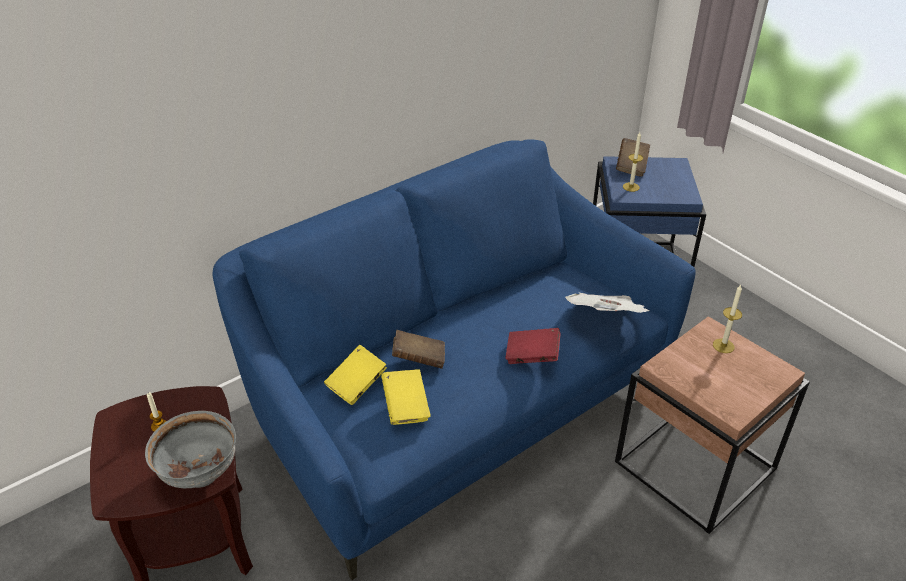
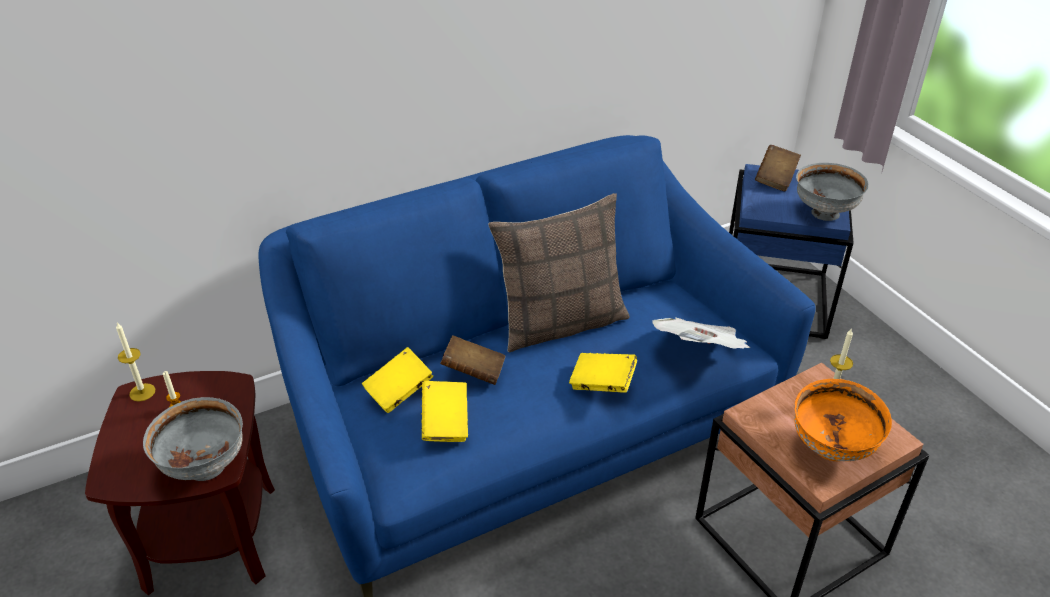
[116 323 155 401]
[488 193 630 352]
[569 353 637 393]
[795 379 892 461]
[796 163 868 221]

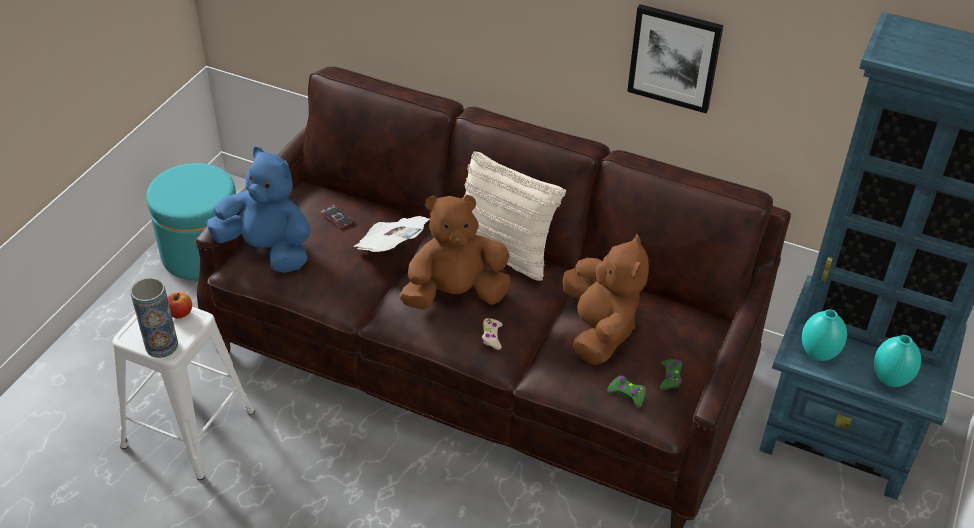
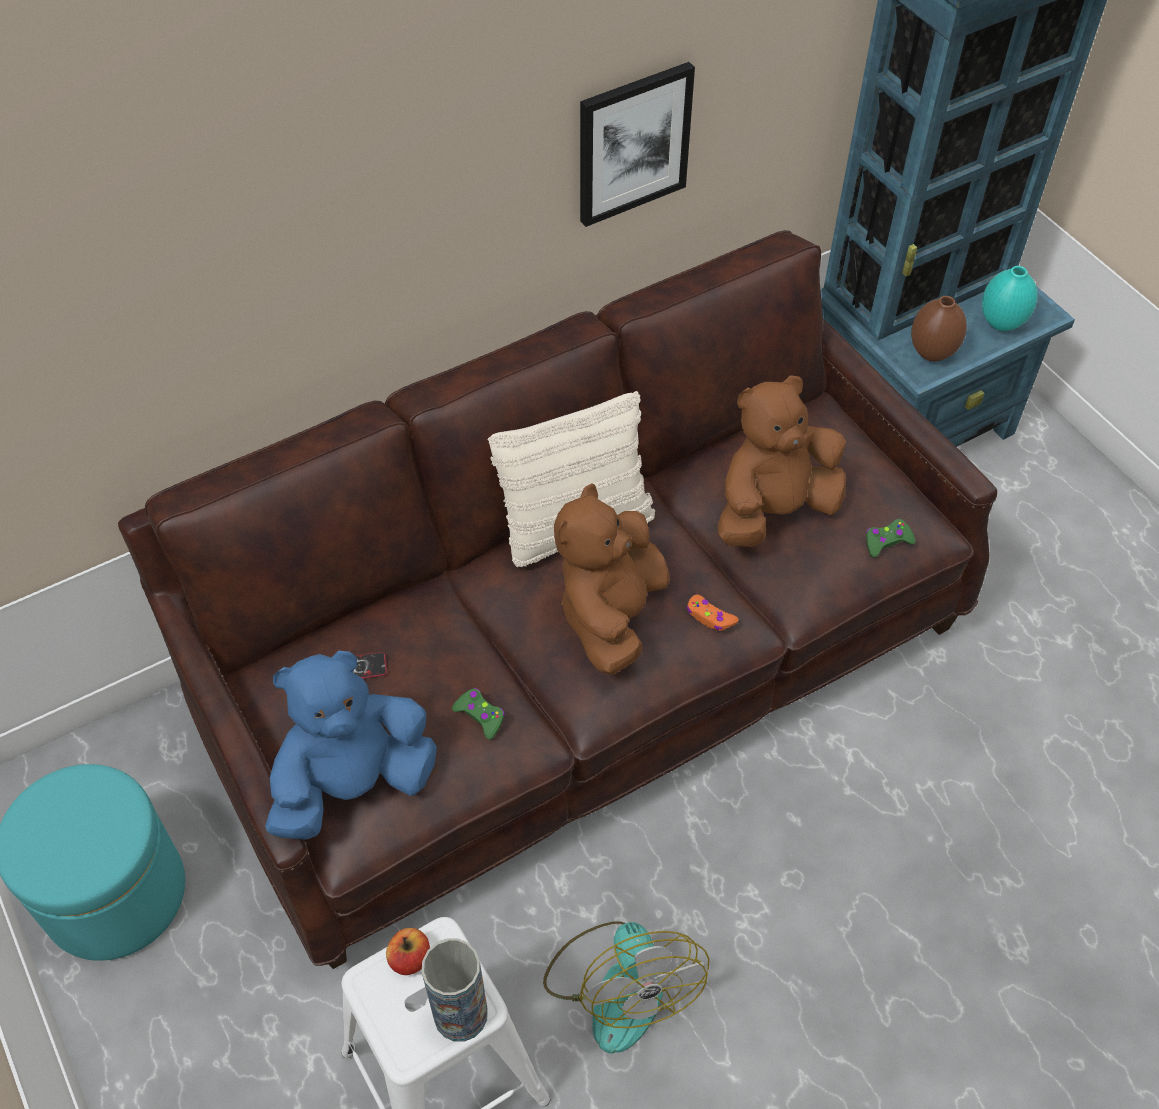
[452 688 505 740]
[543 921 710 1054]
[687 595 739 631]
[718 375 846 547]
[911 296 967 361]
[353 216 430 252] (first image)

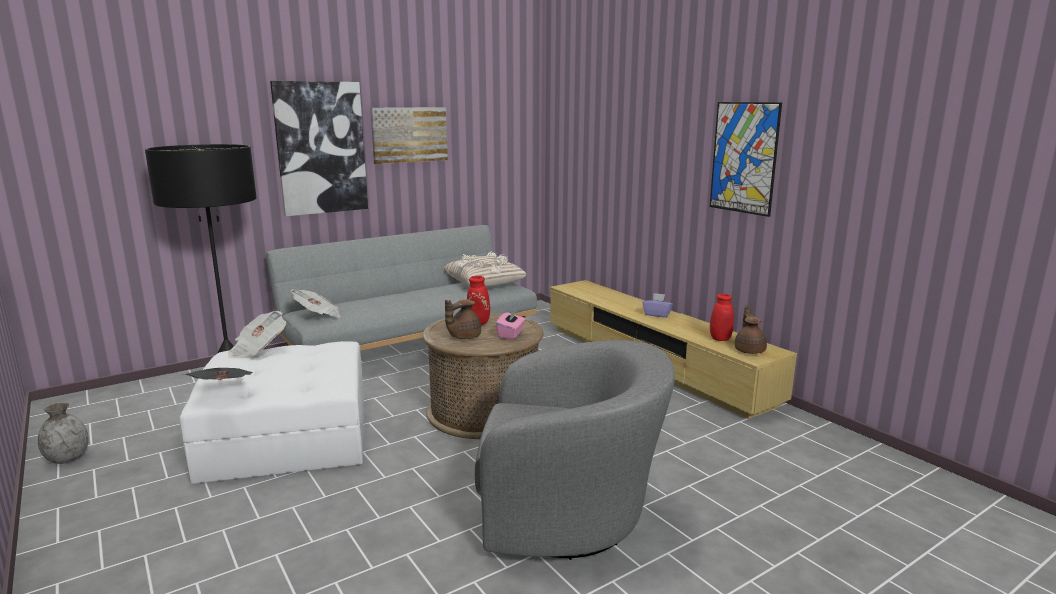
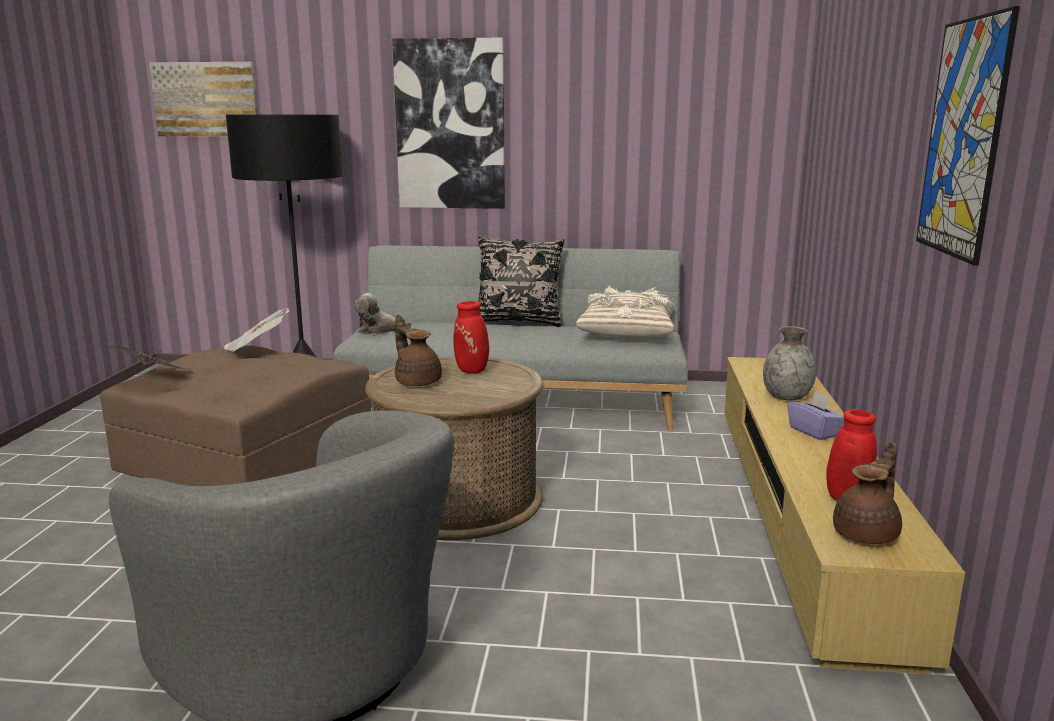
[100 346 371 486]
[149 62 259 137]
[354 293 412 334]
[395 315 442 386]
[478 236 565 327]
[763 326 816 400]
[496 309 525 340] (first image)

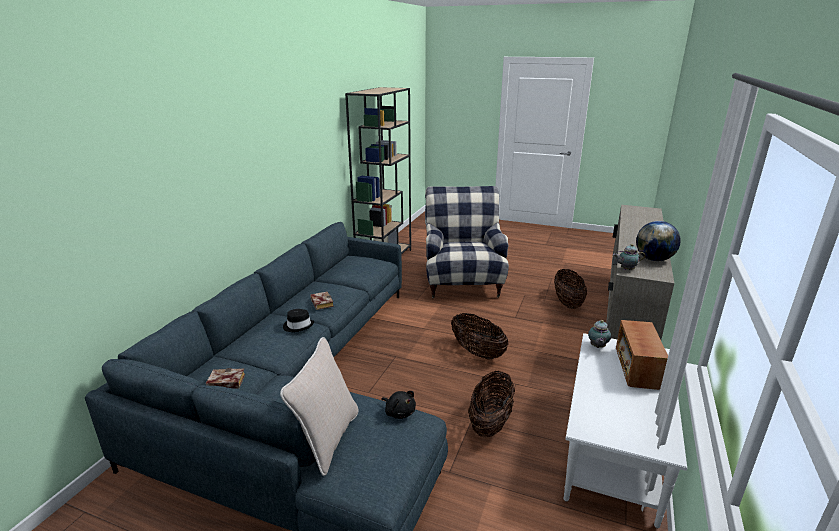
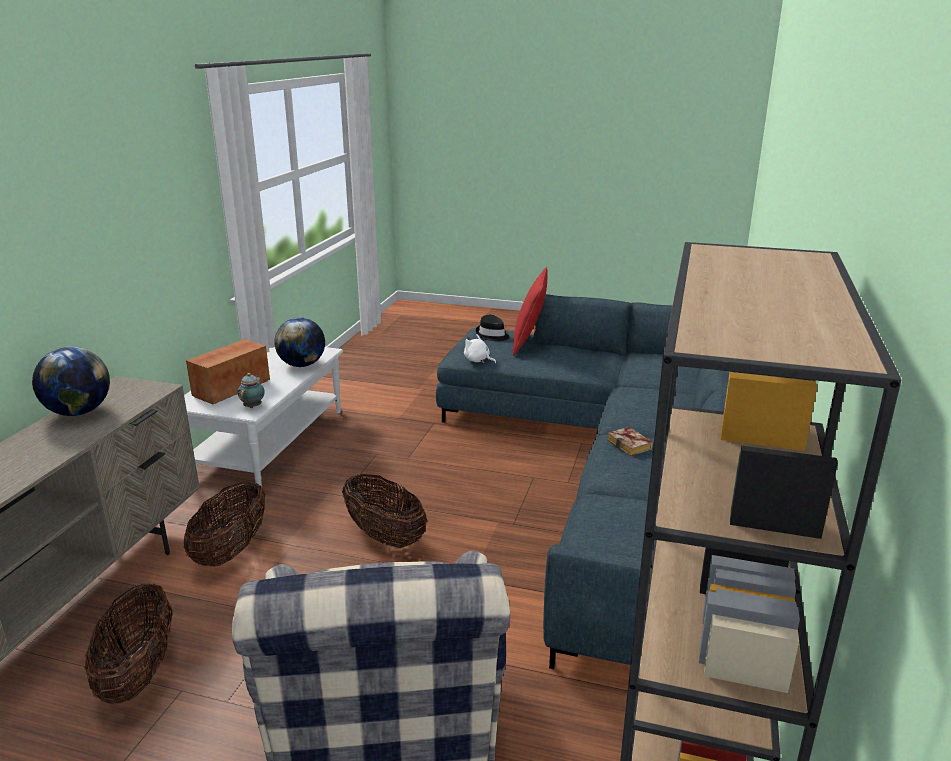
[184 481 265 567]
[186 339 270 404]
[275 317 325 367]
[464 334 496 364]
[476 315 509 341]
[513 267 547 356]
[206 368 245 389] (first image)
[613 244 646 270] (first image)

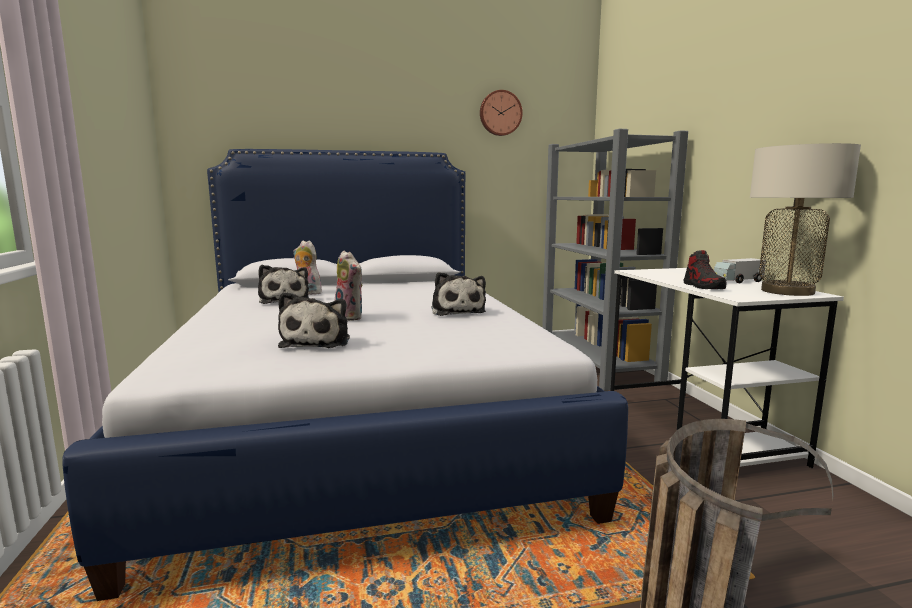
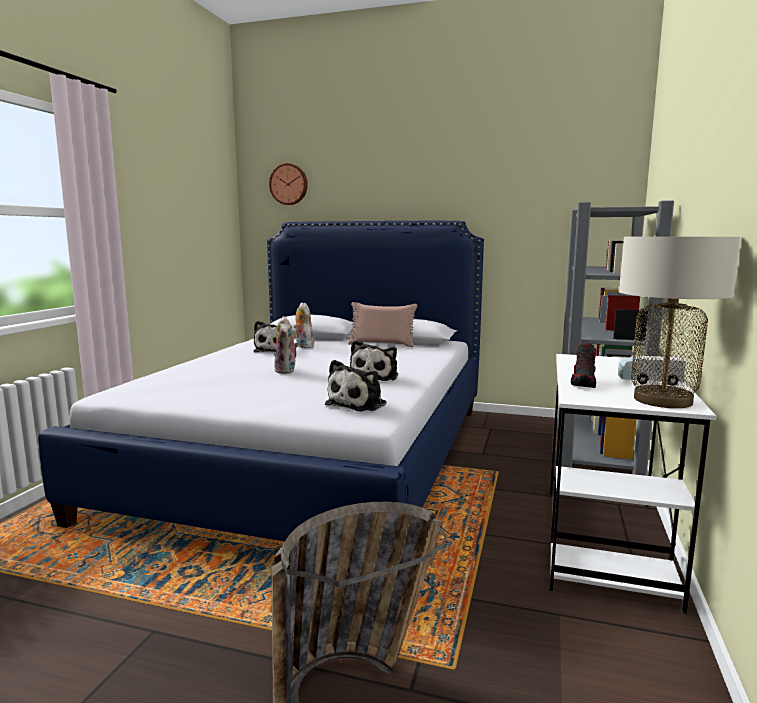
[269 163 308 205]
[325 360 387 411]
[348 302 417 348]

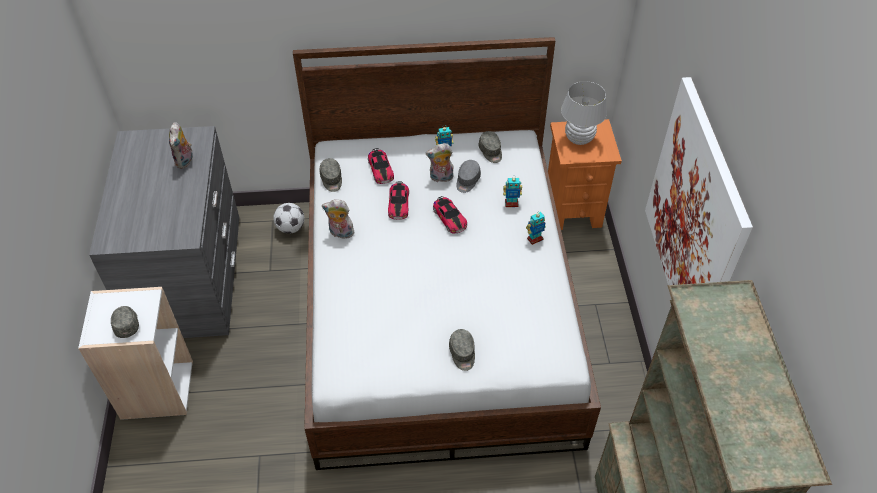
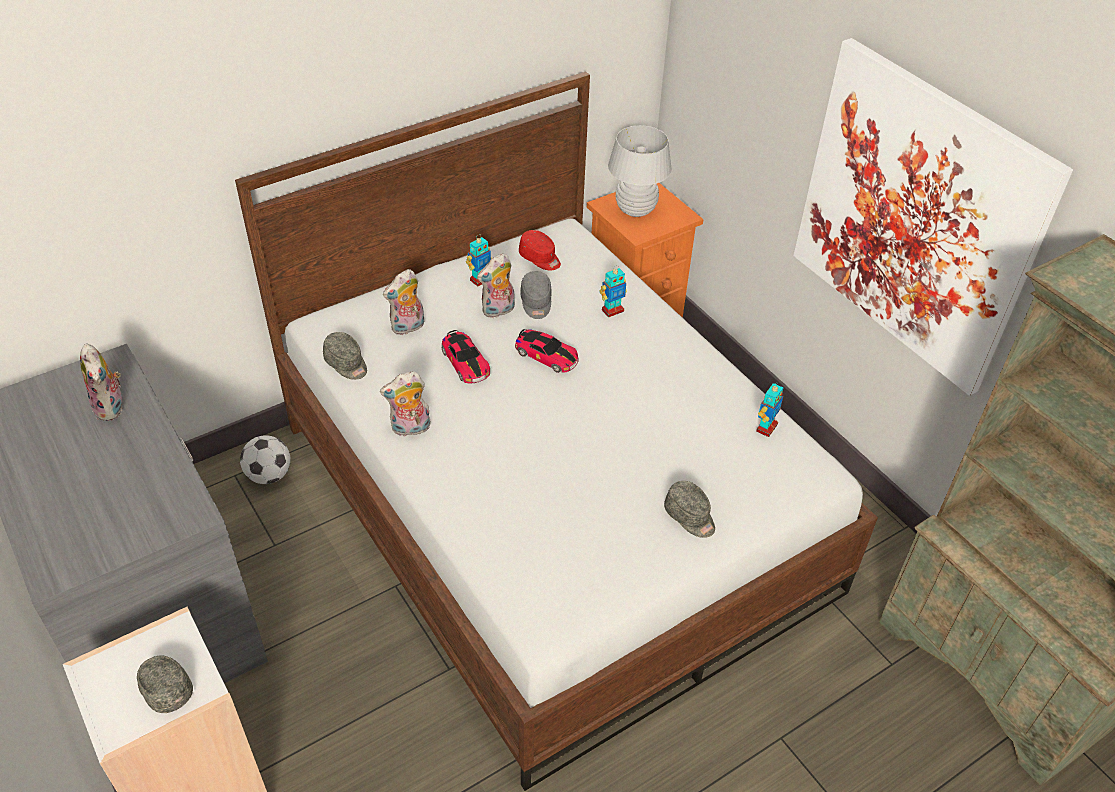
[383 269 424 335]
[519 230 561 271]
[756 382 783 437]

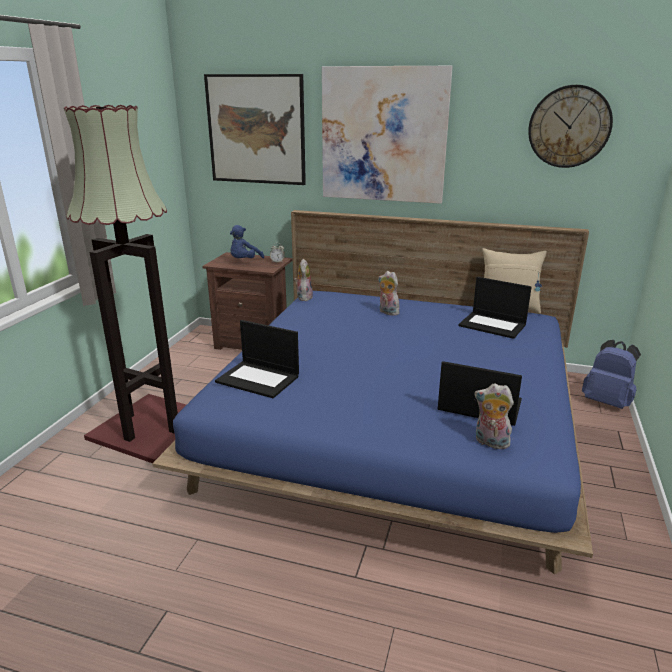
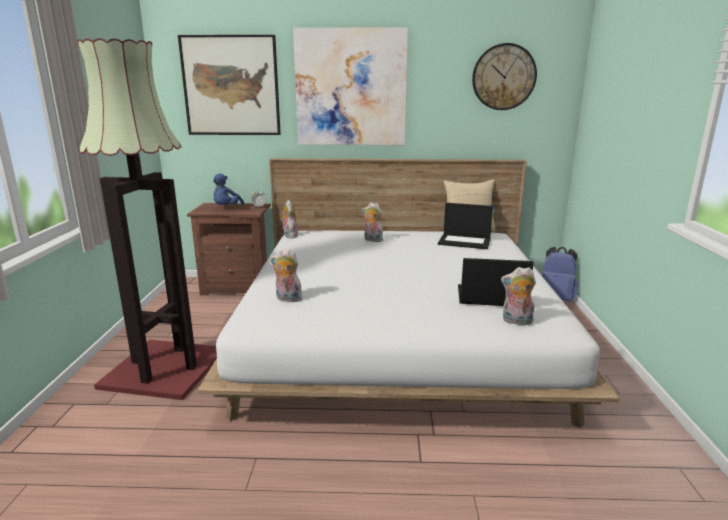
[197 158 620 428]
[270 249 303 302]

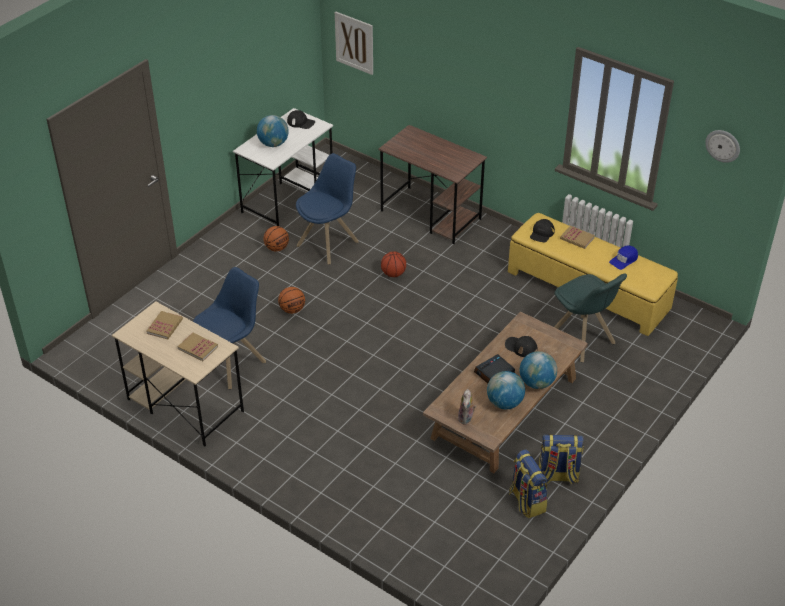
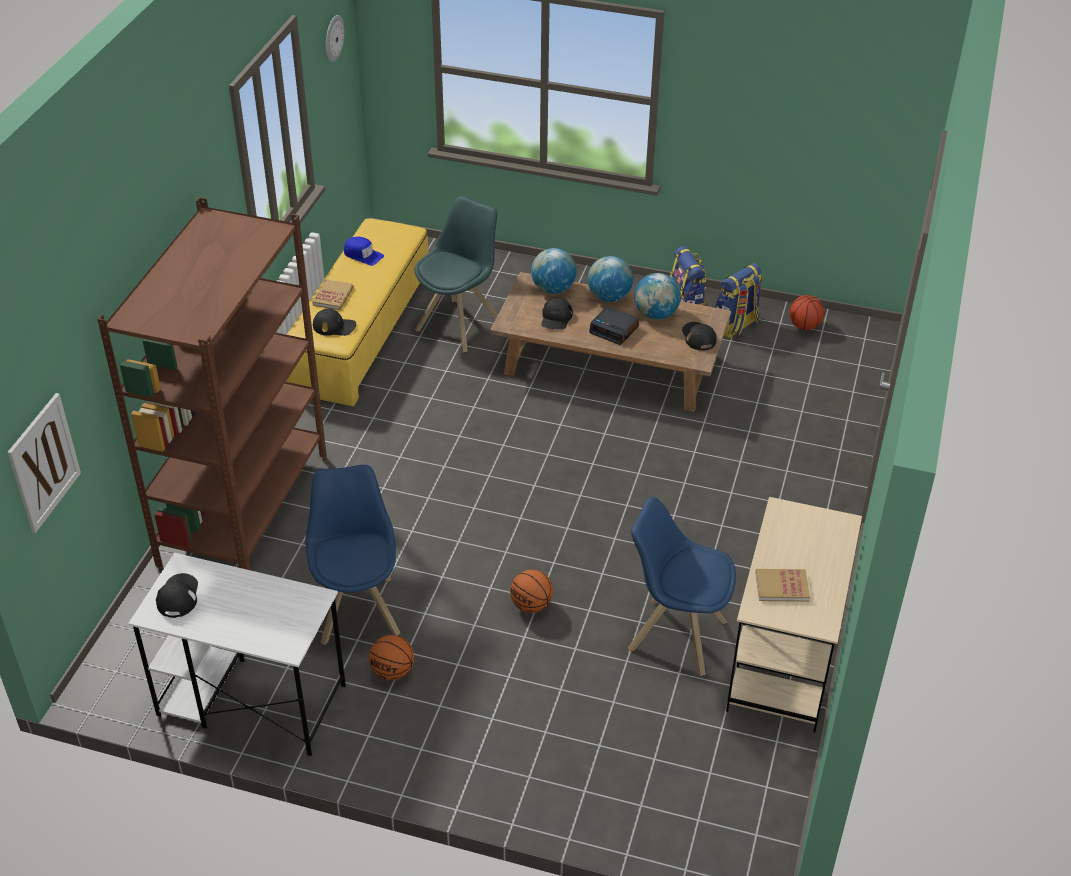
[97 197 327 570]
[306 465 401 645]
[531 248 577 294]
[682 322 717 351]
[789 295 825 330]
[177 332 218 361] (first image)

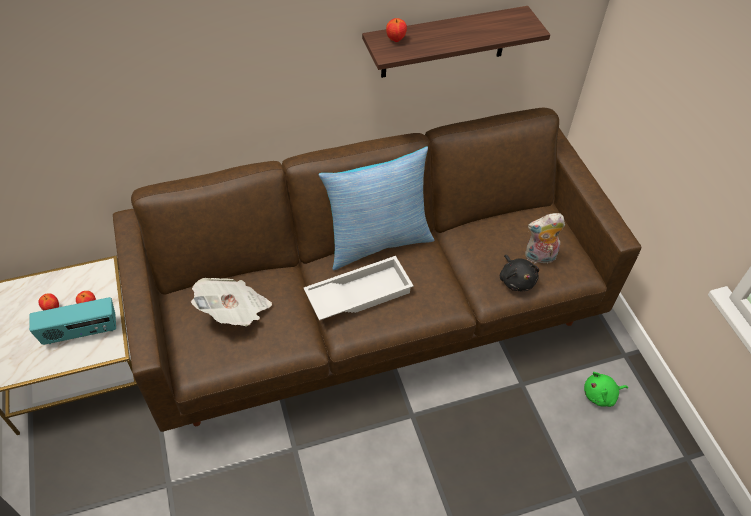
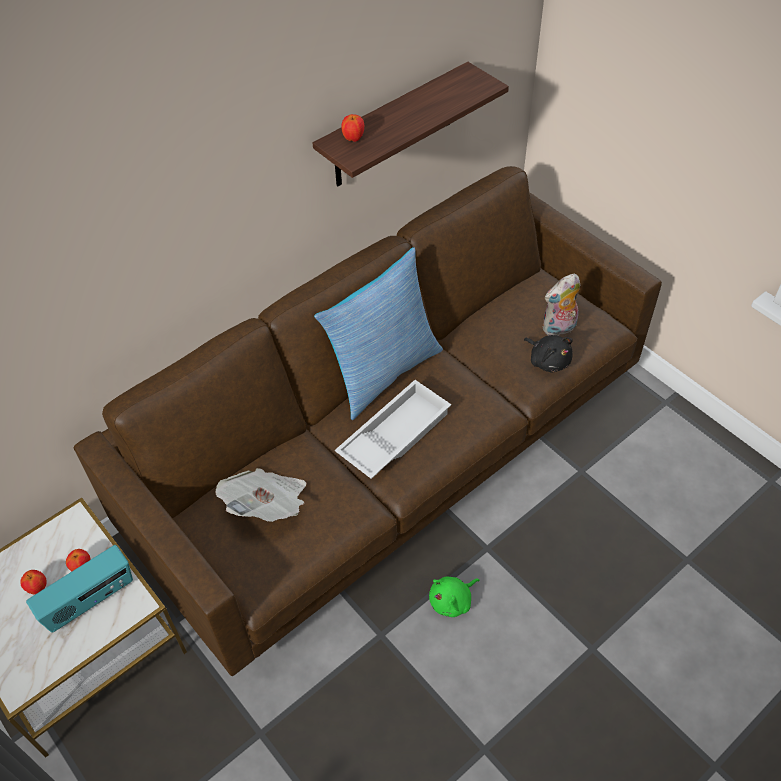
[429 577 480 617]

